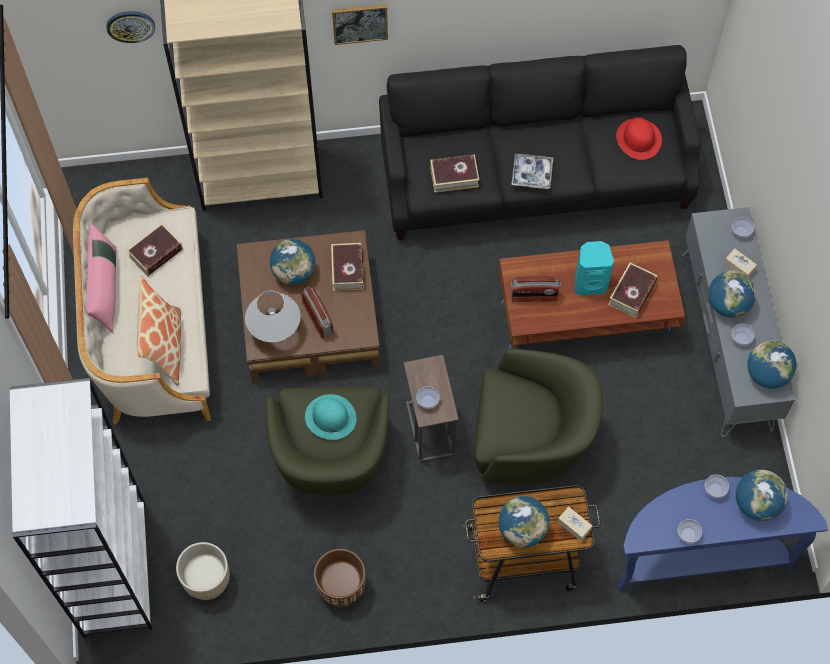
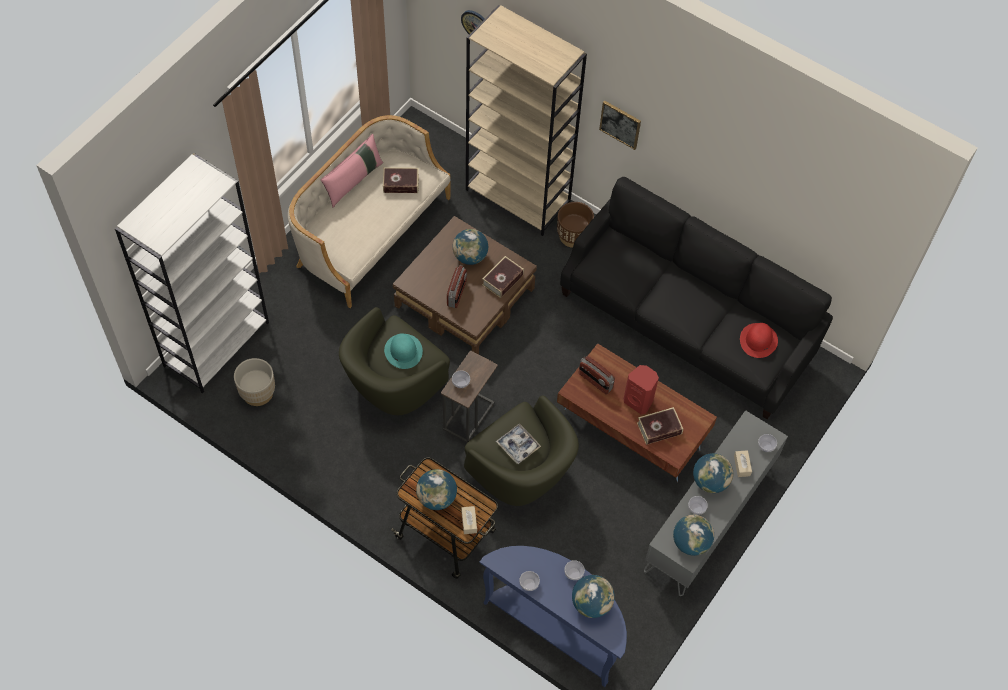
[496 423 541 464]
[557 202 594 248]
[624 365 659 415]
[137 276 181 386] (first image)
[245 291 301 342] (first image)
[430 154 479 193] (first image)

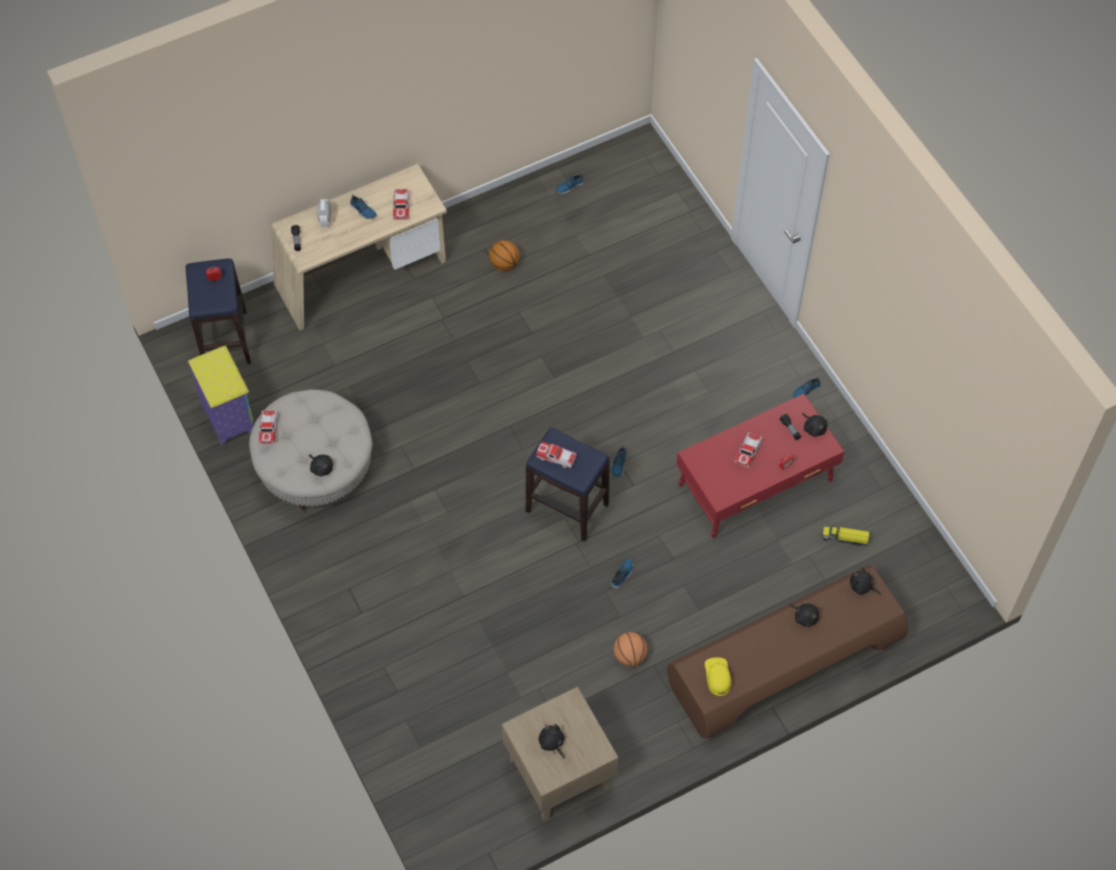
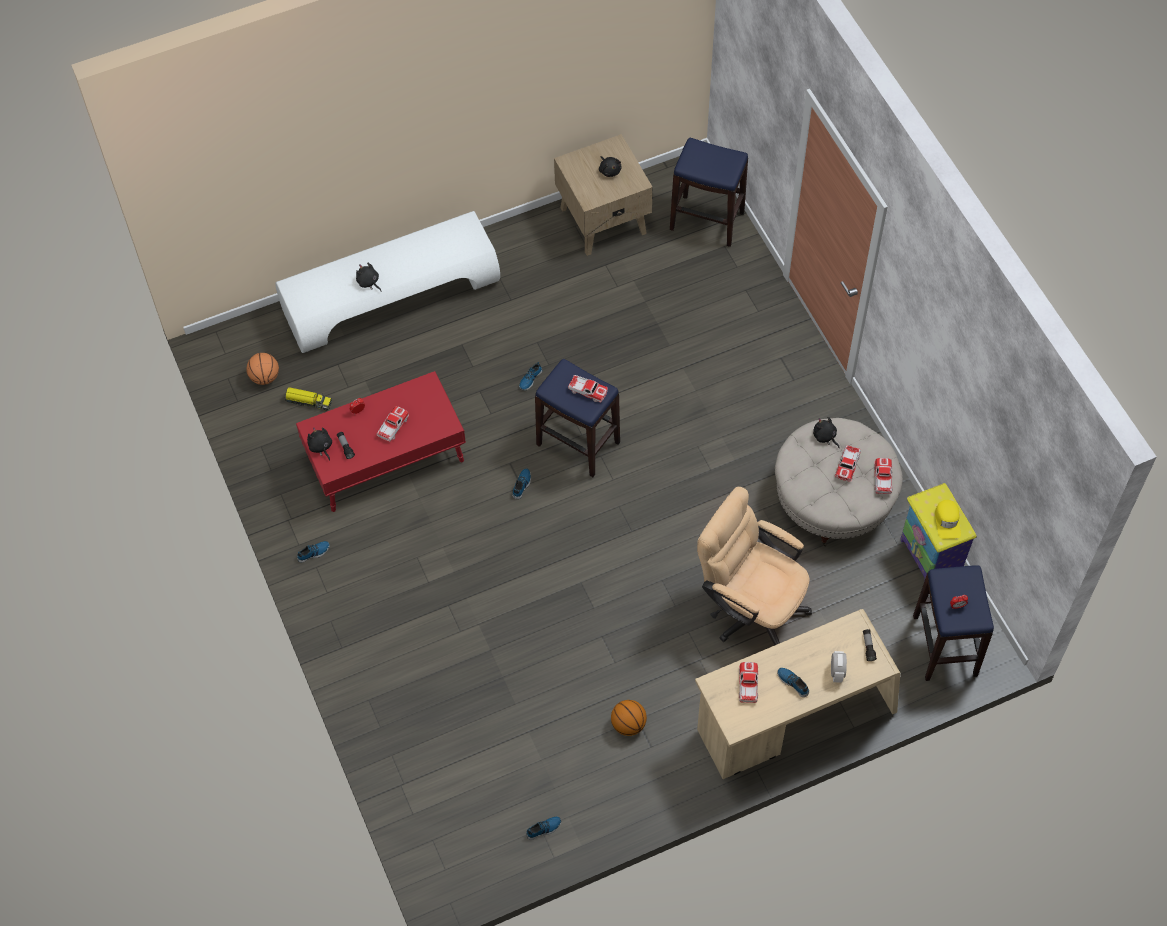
[246 353 279 385]
[275 211 500 353]
[670 138 748 247]
[697 487 812 646]
[835 445 861 482]
[935 500 961 539]
[850 568 881 595] (first image)

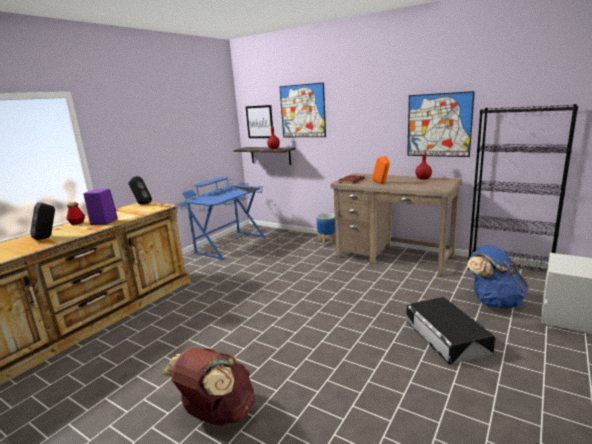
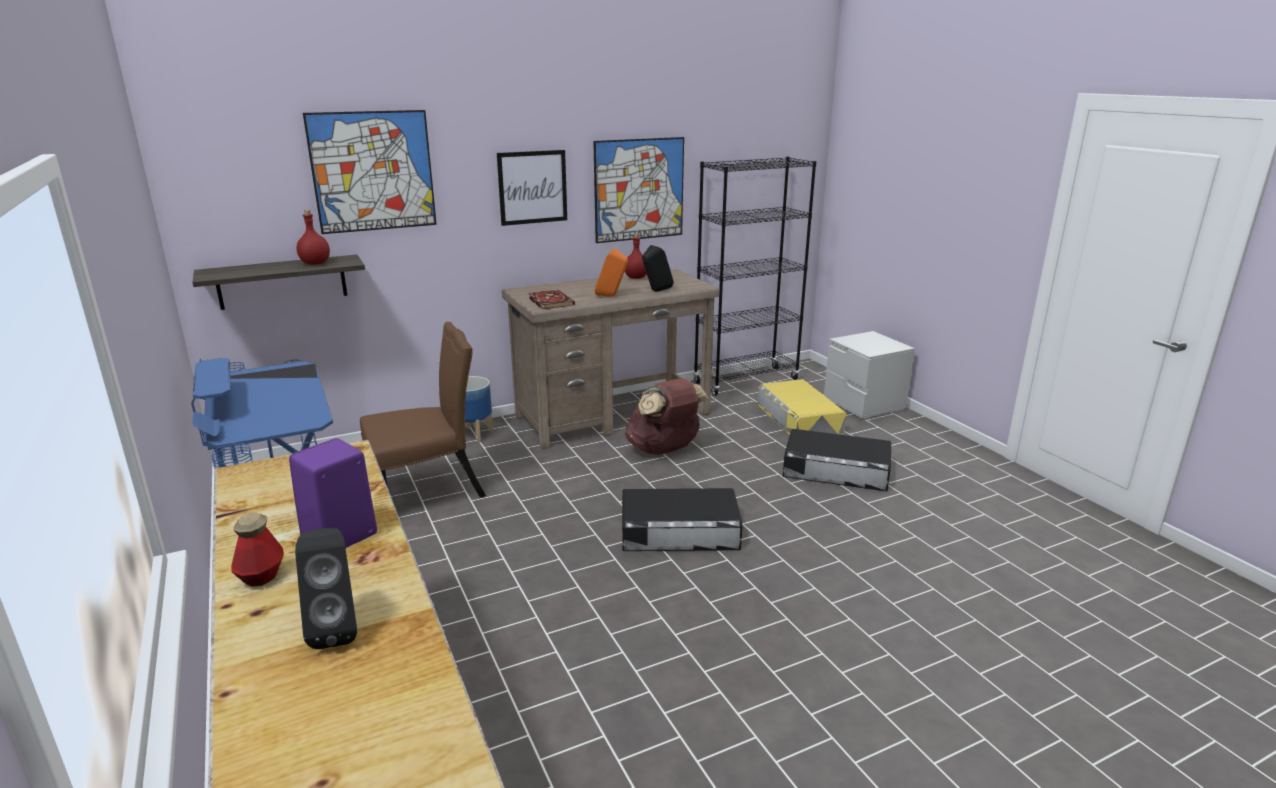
[360 322 486 498]
[497 150 567 226]
[622 488 742 551]
[625 378 709 455]
[642 245 674 292]
[757 379 847 435]

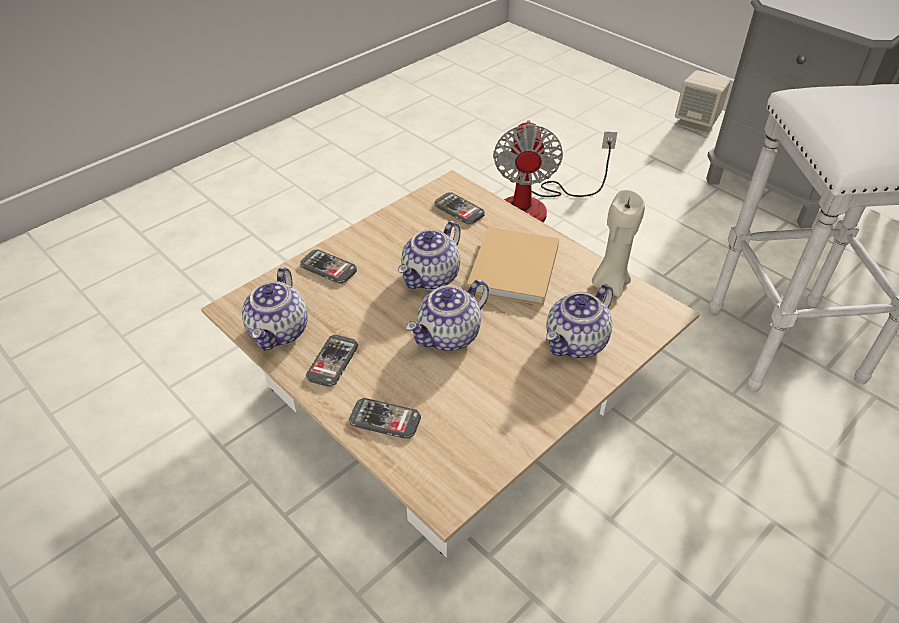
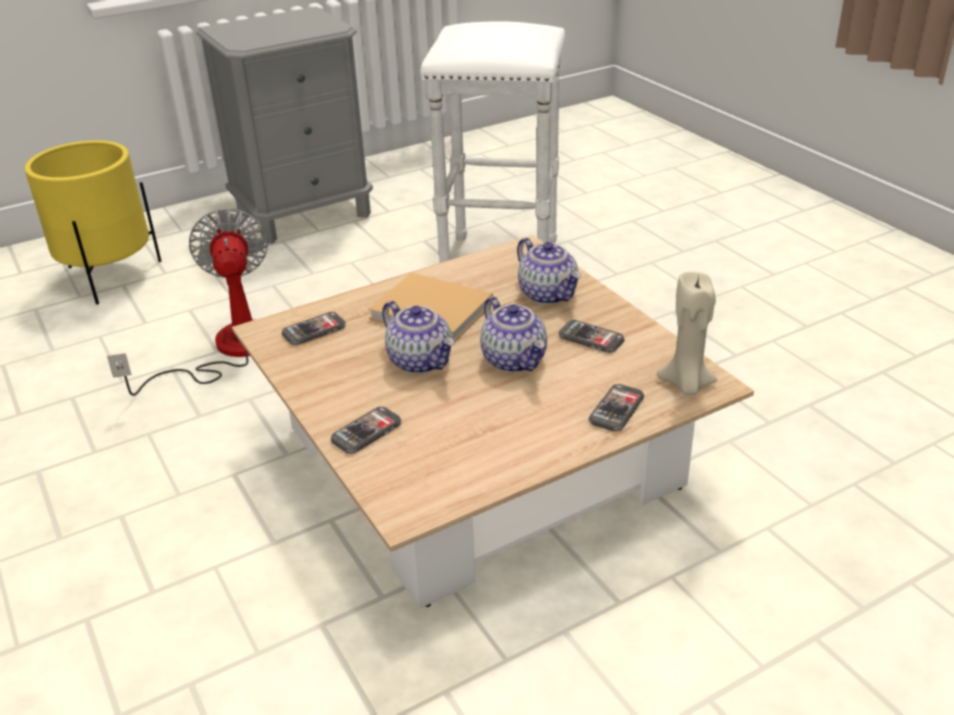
[25 140 161 305]
[107 208 269 396]
[559 320 624 353]
[656 272 717 395]
[242 267 308 351] (first image)
[675 70 731 134] (first image)

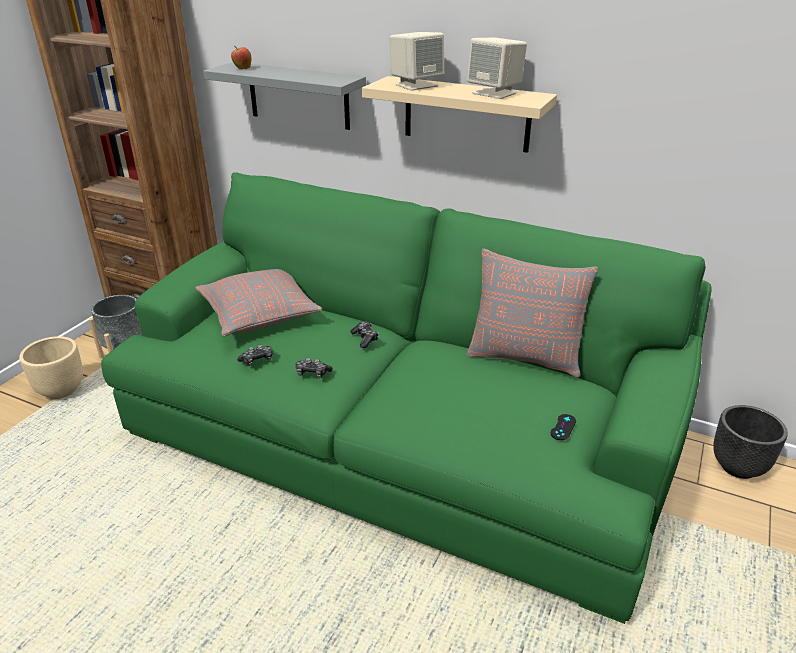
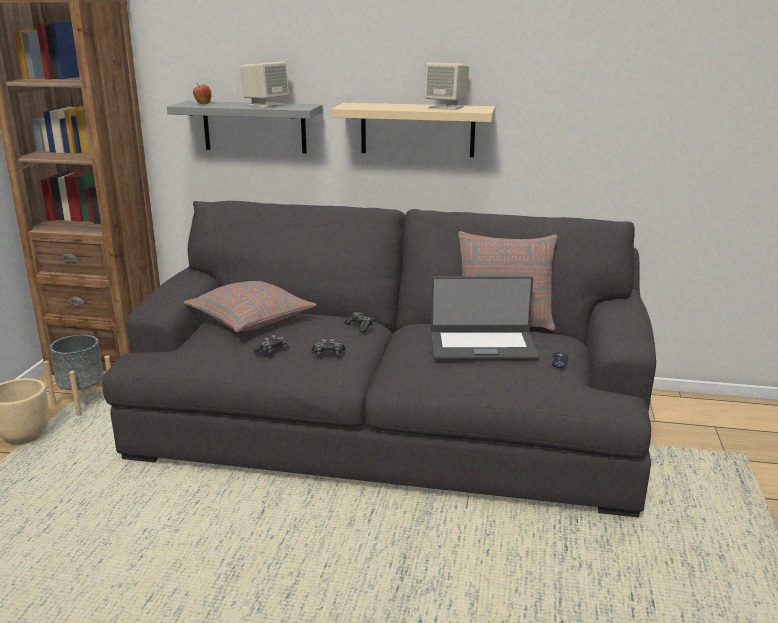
[102 201 656 518]
[240 62 289 108]
[431 276 540 360]
[713 405 788 479] (first image)

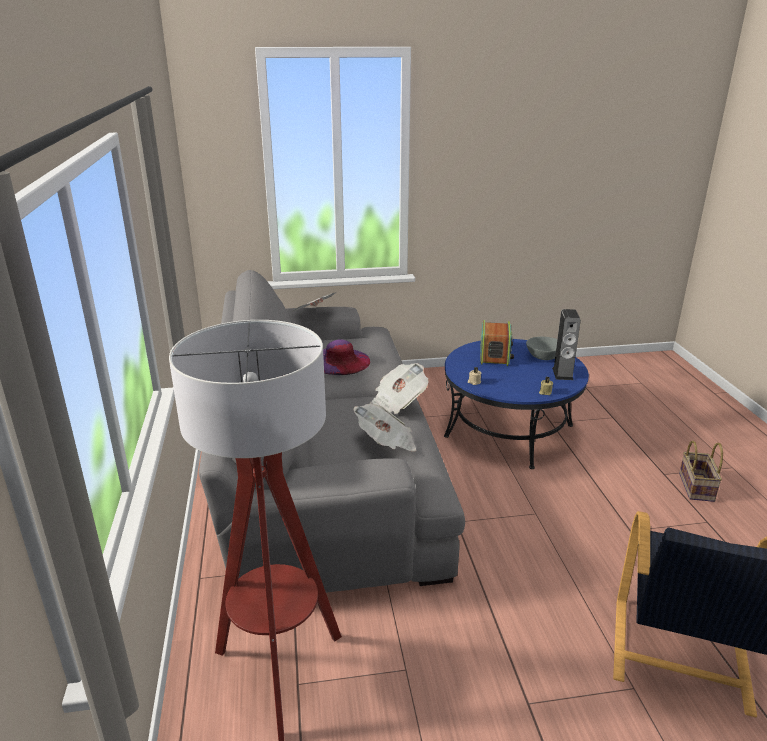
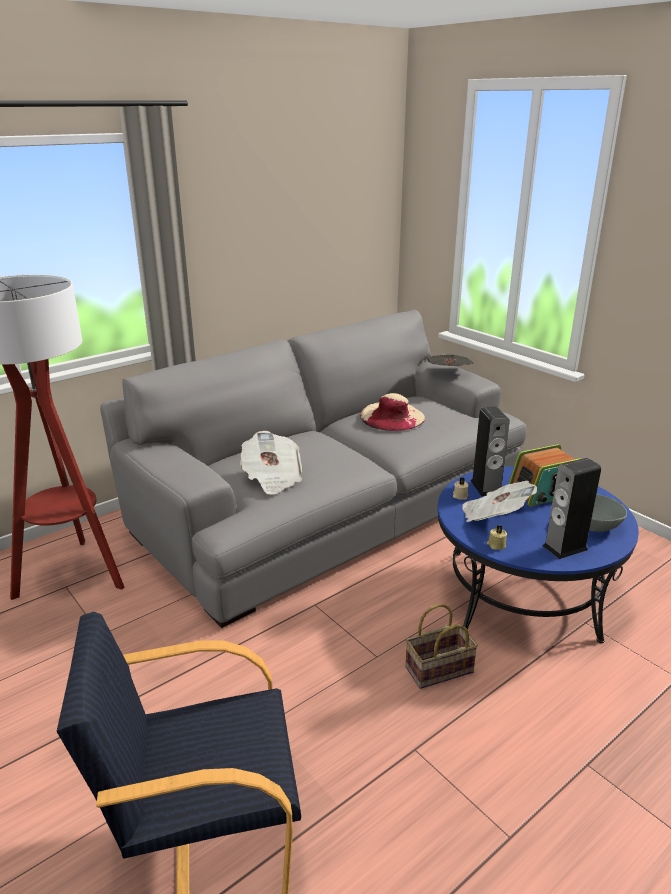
[360 393 425 431]
[405 604 478 689]
[462 481 537 522]
[470 406 510 496]

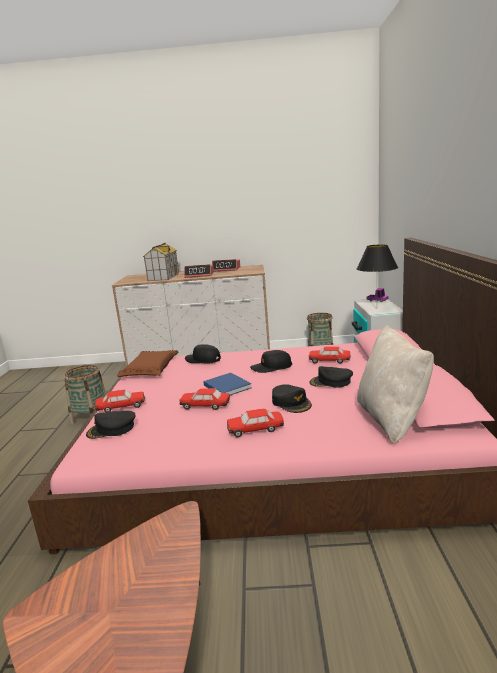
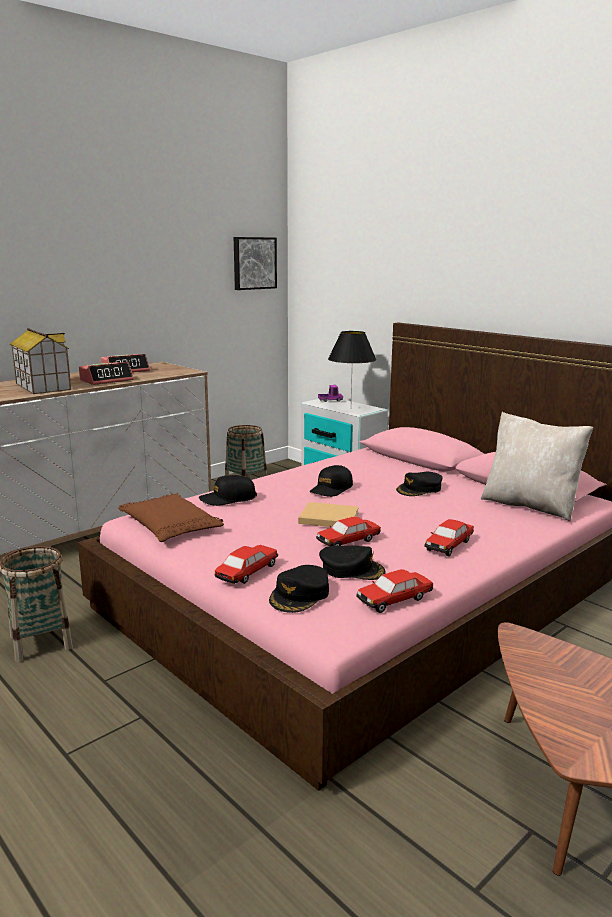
[234 237 277 290]
[298 502 359 527]
[319 546 386 580]
[356 569 433 613]

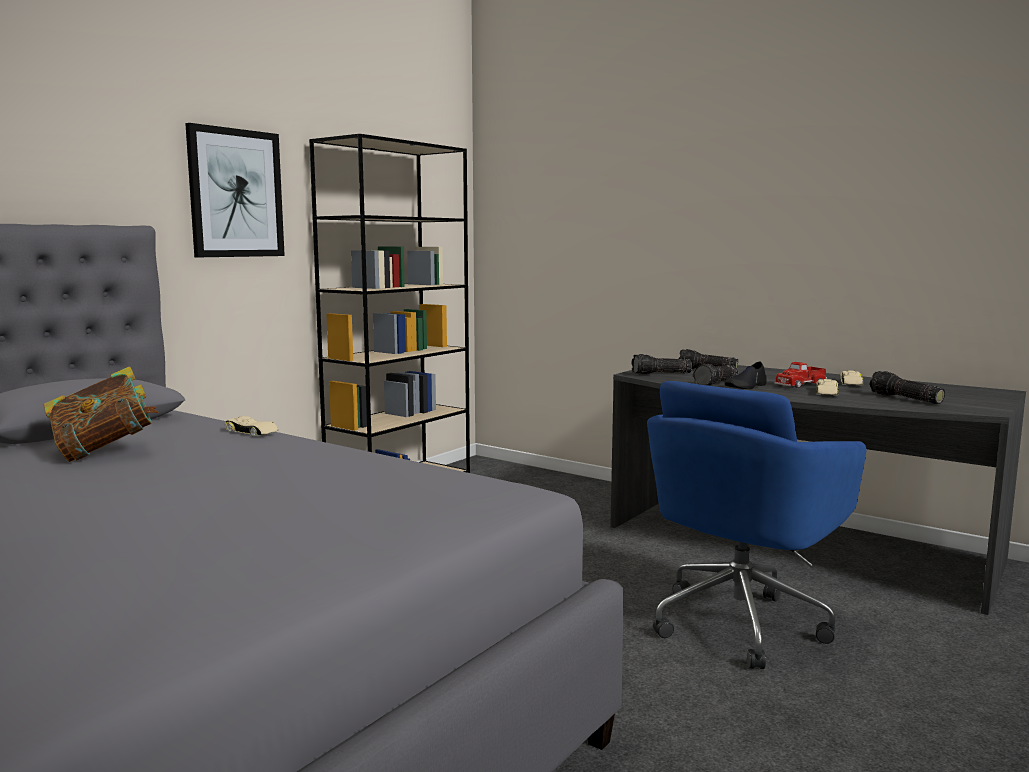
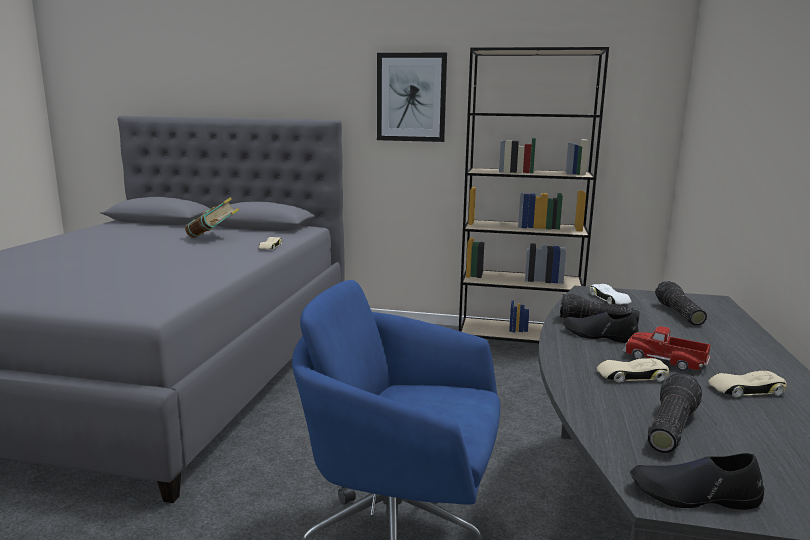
[590 284 632 305]
[630 453 764 510]

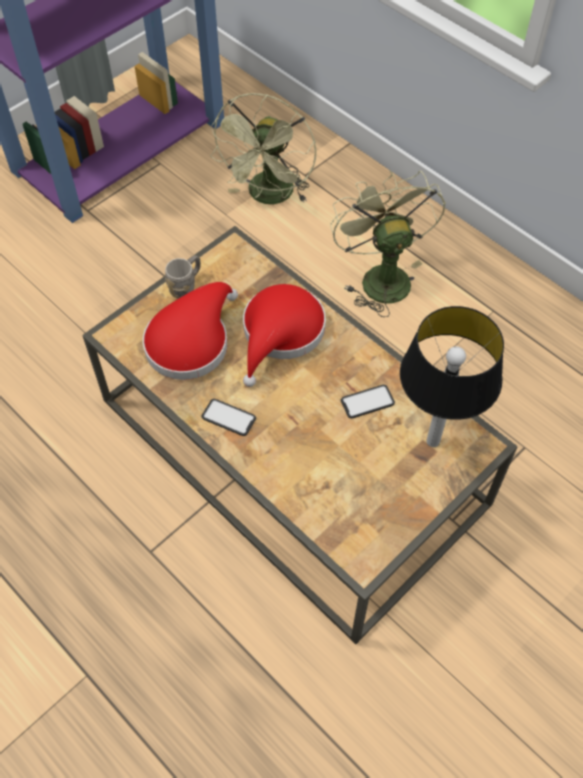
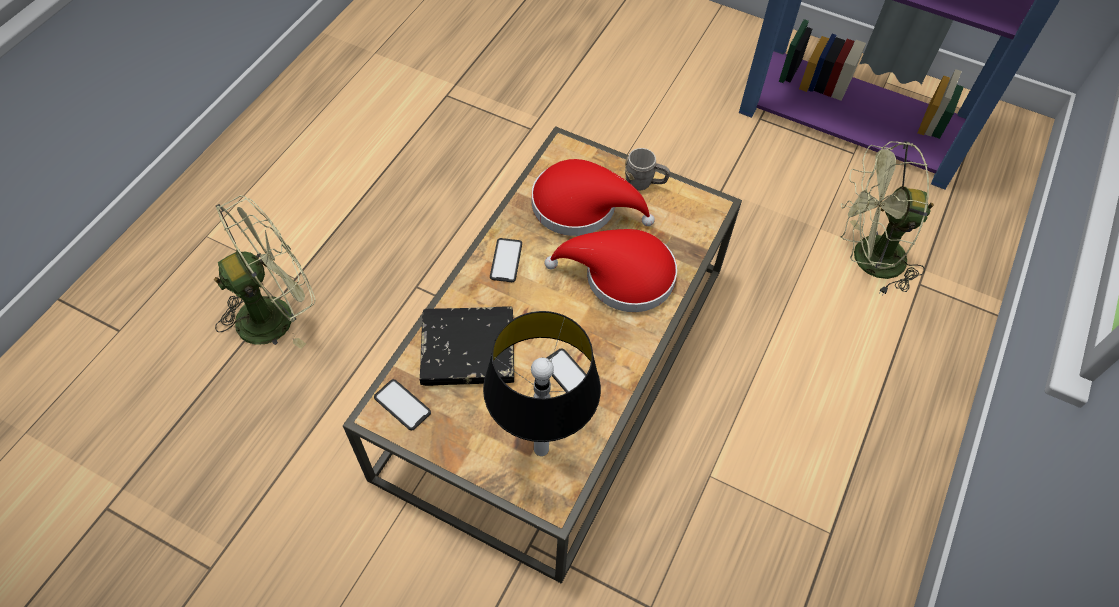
[214 195 316 349]
[374 379 431 430]
[420 306 514 386]

